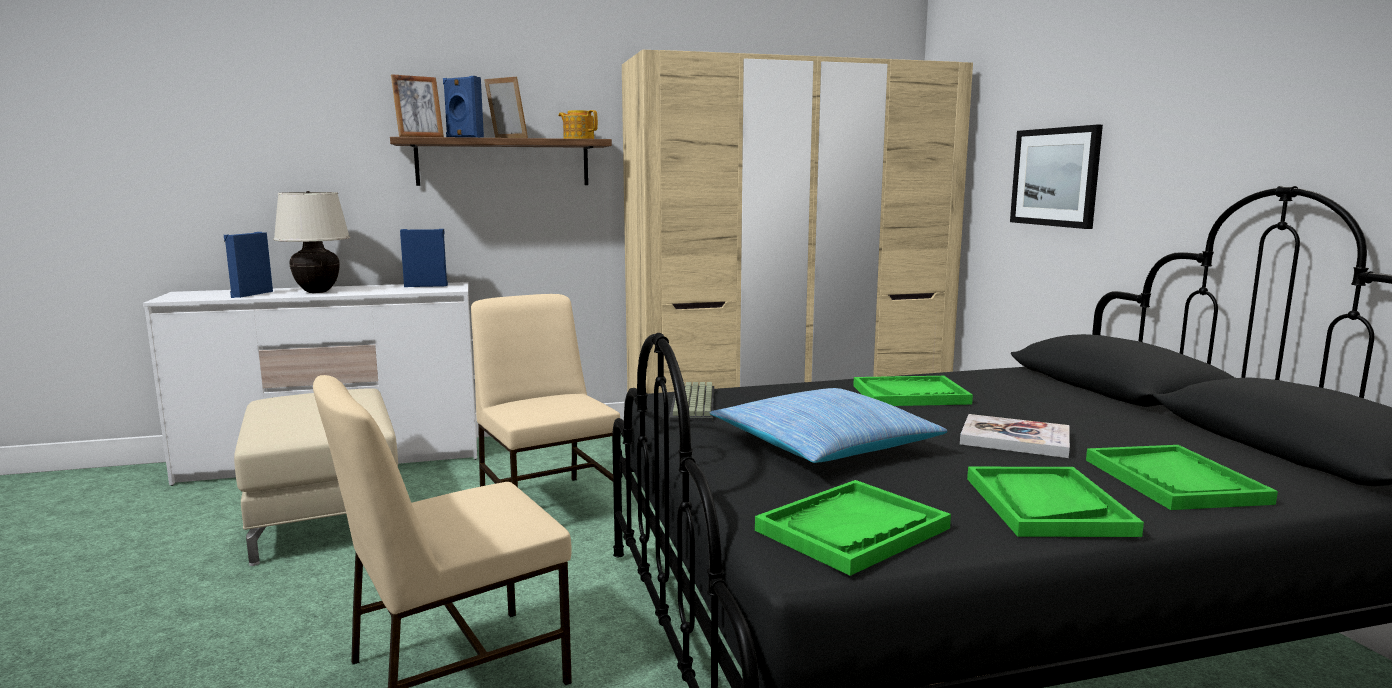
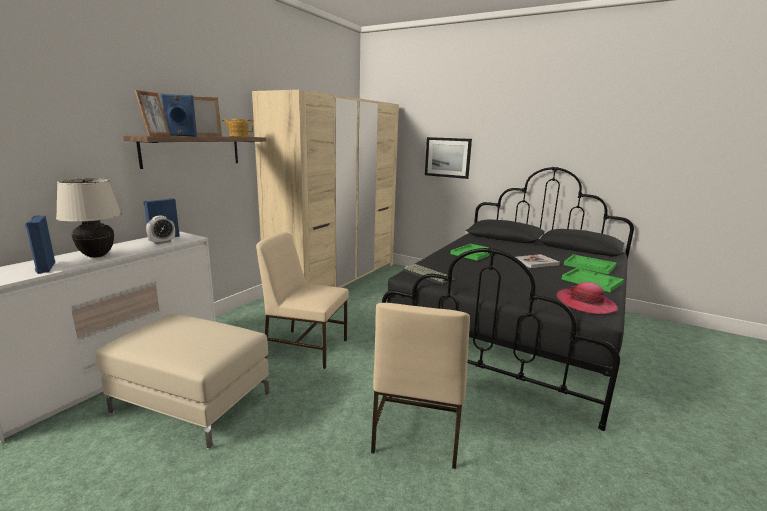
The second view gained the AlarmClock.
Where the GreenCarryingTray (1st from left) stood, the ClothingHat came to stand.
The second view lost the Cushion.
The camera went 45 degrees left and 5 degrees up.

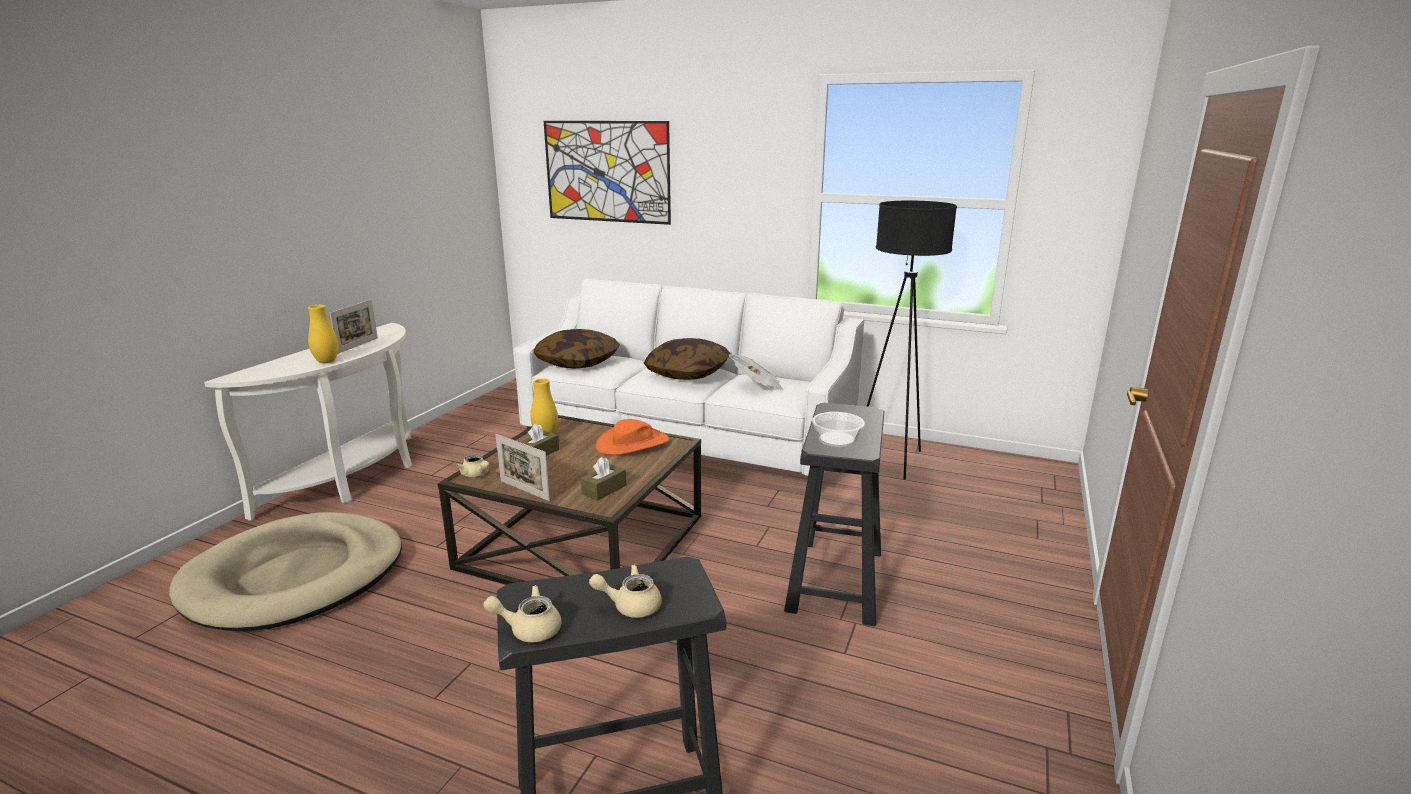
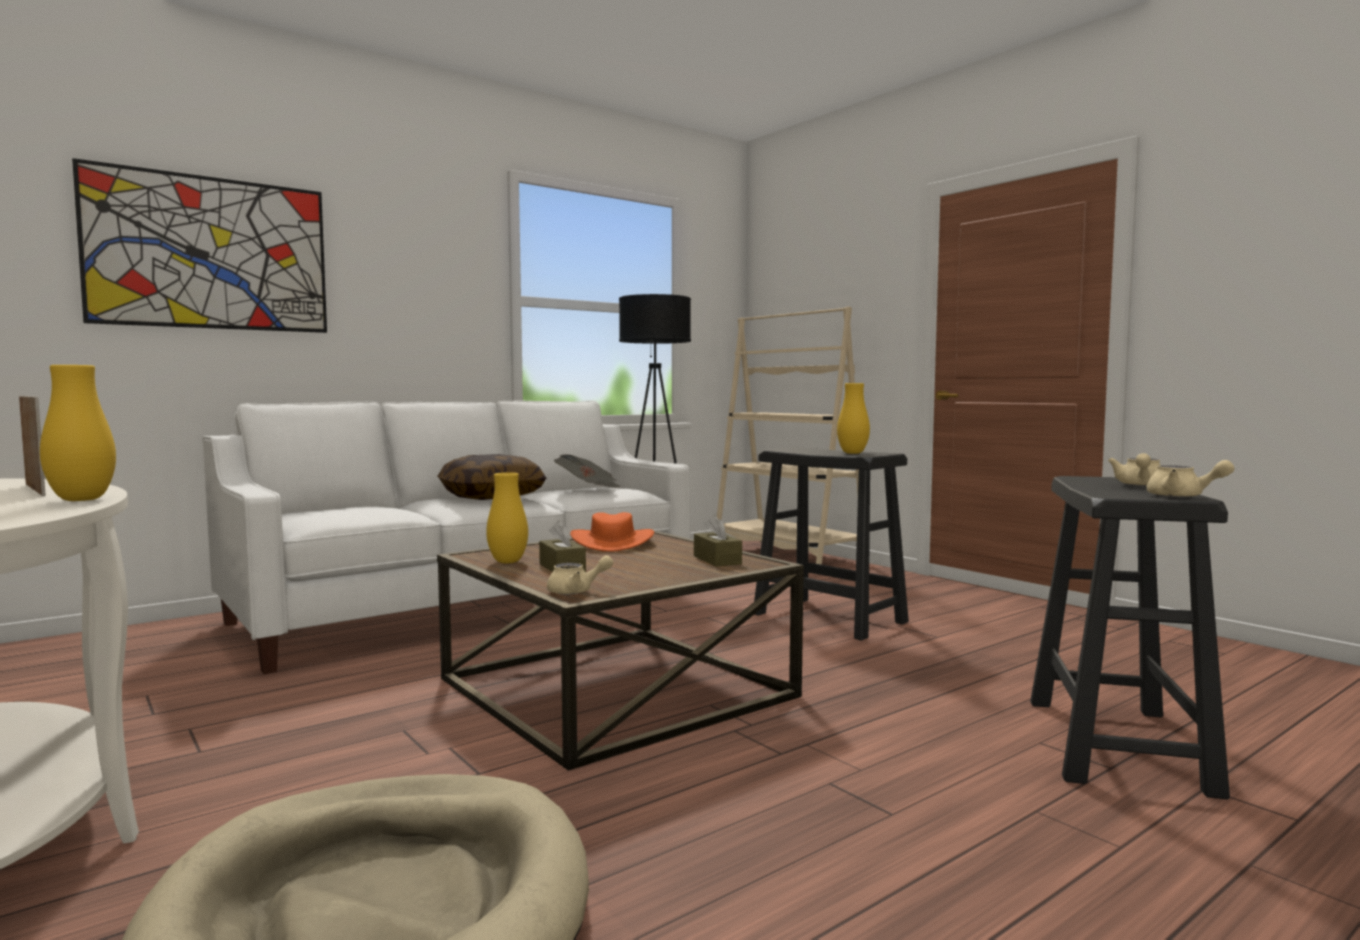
The second view gained the SandColouredShelvingUnit.
Where the ServingBowl stood, the YellowishDecorativeVase (3rd from left) came to stand.
The SandColouredTeapot (2nd from left in the first image) ended up facing another way, 75 degrees counterclockwise from before.
The second view lost the PhotoFrame (2nd from left).
The second view lost the Cushion (1st from left).
The camera went 60 degrees left and 15 degrees down.

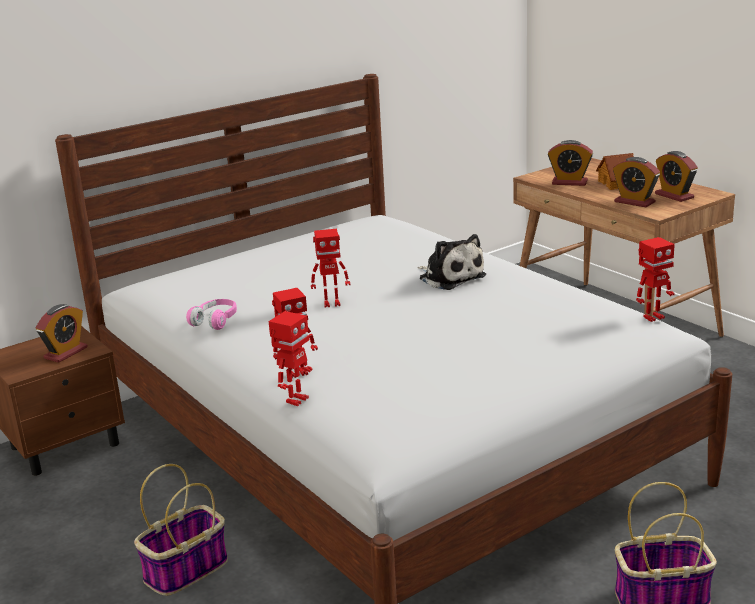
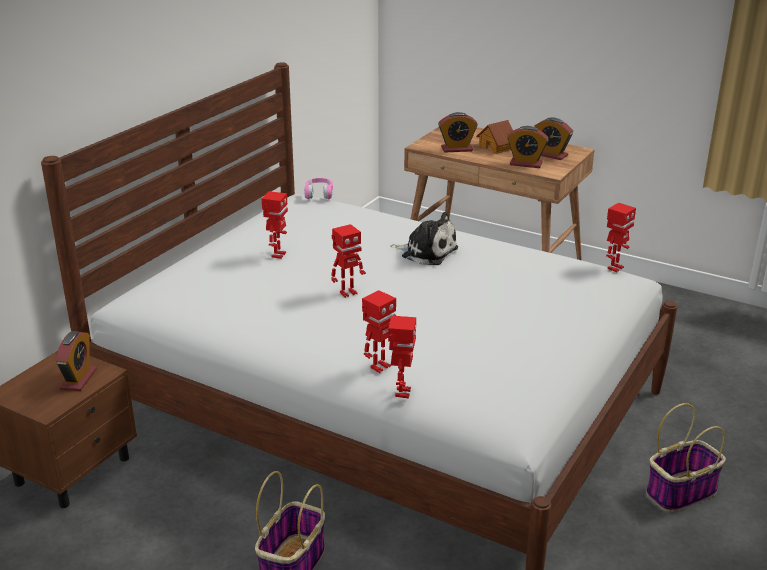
The second view gained the ModelRobot (1st from left).
The PinkishPairOfHeadphones ended up elsewhere.
The camera went 25 degrees left and 5 degrees up.

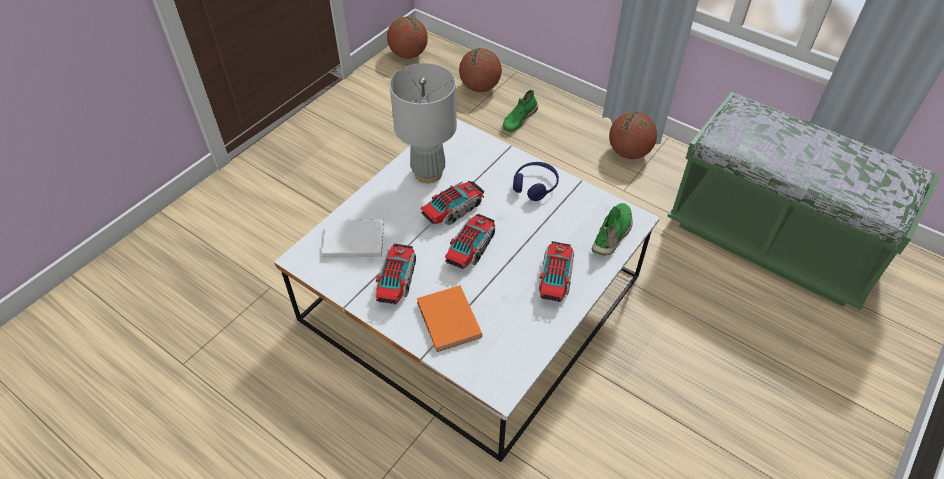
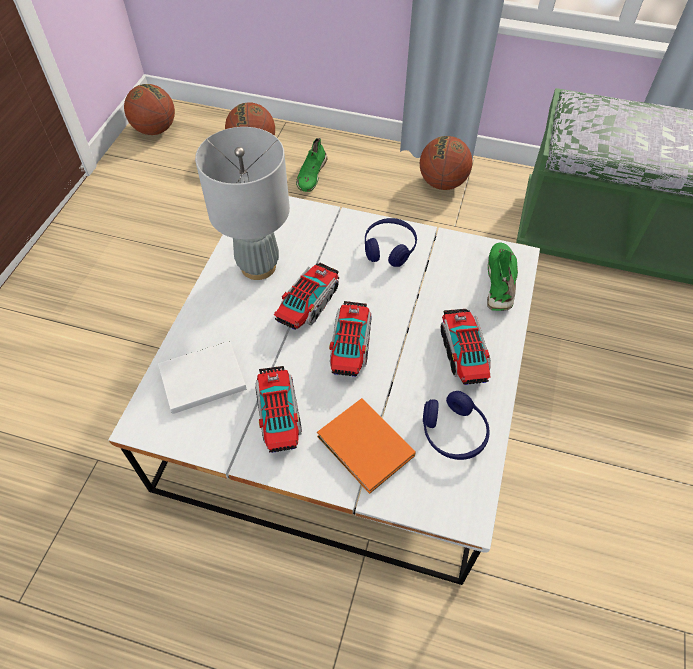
The second view gained the BluishPairOfHeadphones (2nd from left).
The camera went 20 degrees left and 5 degrees up.

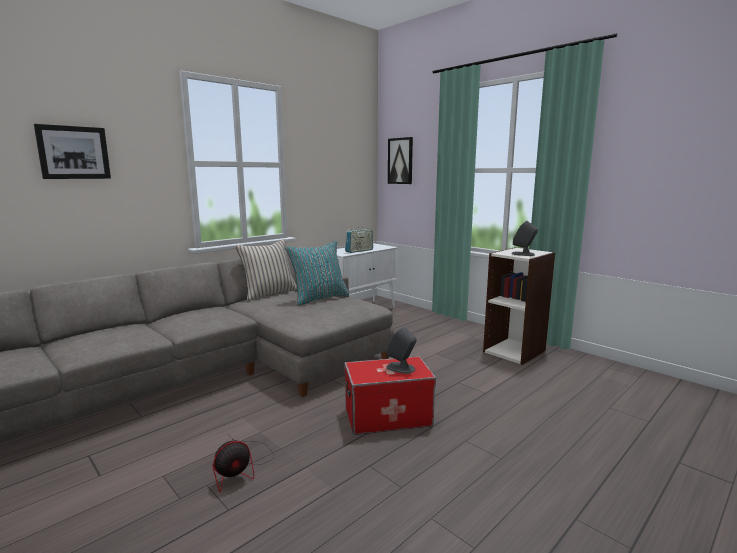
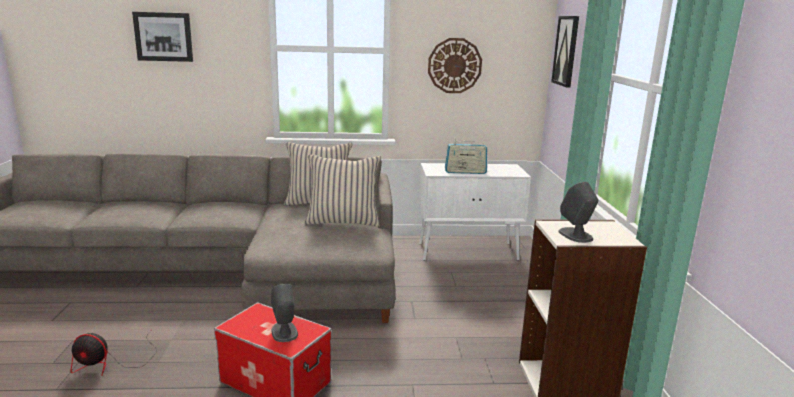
What was the TurquoiseColouredCushion turned into the SandColouredCushion (2nd from left).
The second view gained the HangingClock.
The camera went 40 degrees right and 5 degrees up.

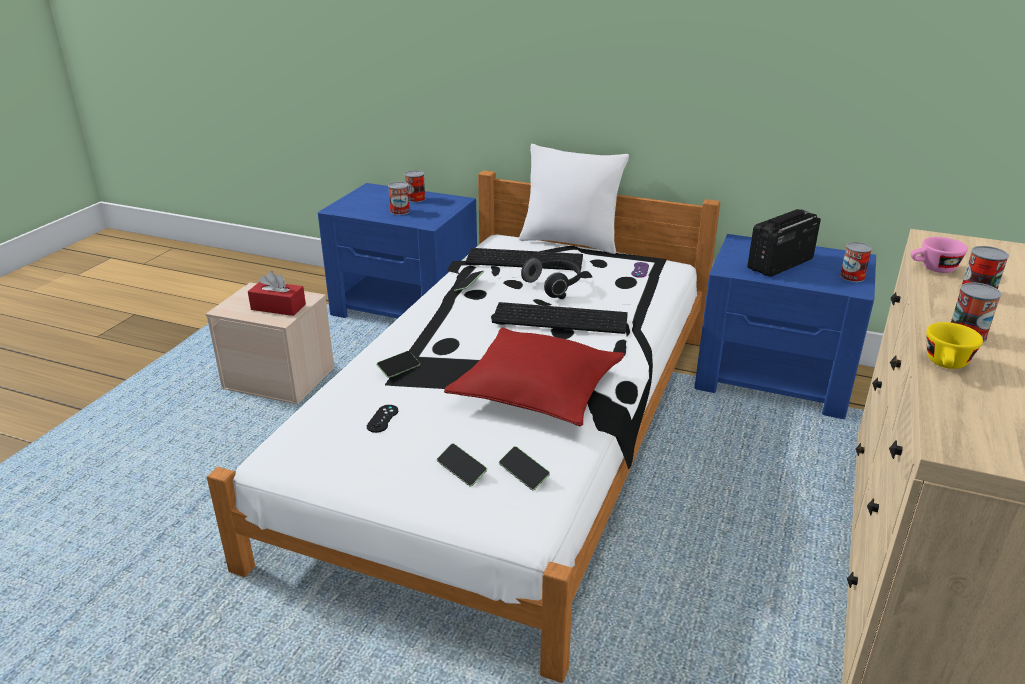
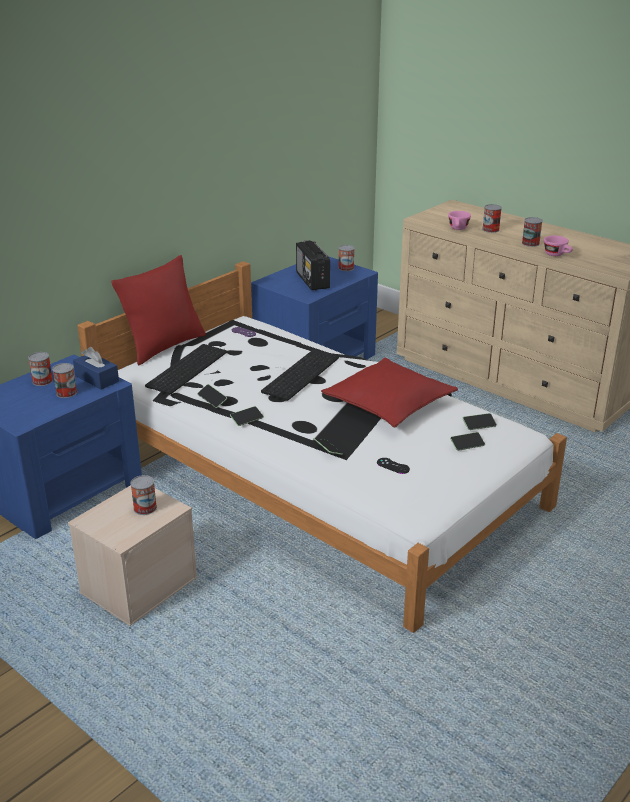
The second view gained the BluishTissueHolder.
What was the WhiteCushion turned into the RedColouredCushion (1st from left).
Where the RedColouredTissueHolder stood, the Can (3rd from left) came to stand.
The second view gained the Telephone (2nd from left).
What was the YellowishCup turned into the PinkishCup (2nd from left).
The second view lost the PairOfHeadphones.
The camera went 70 degrees left and 0 degrees up.

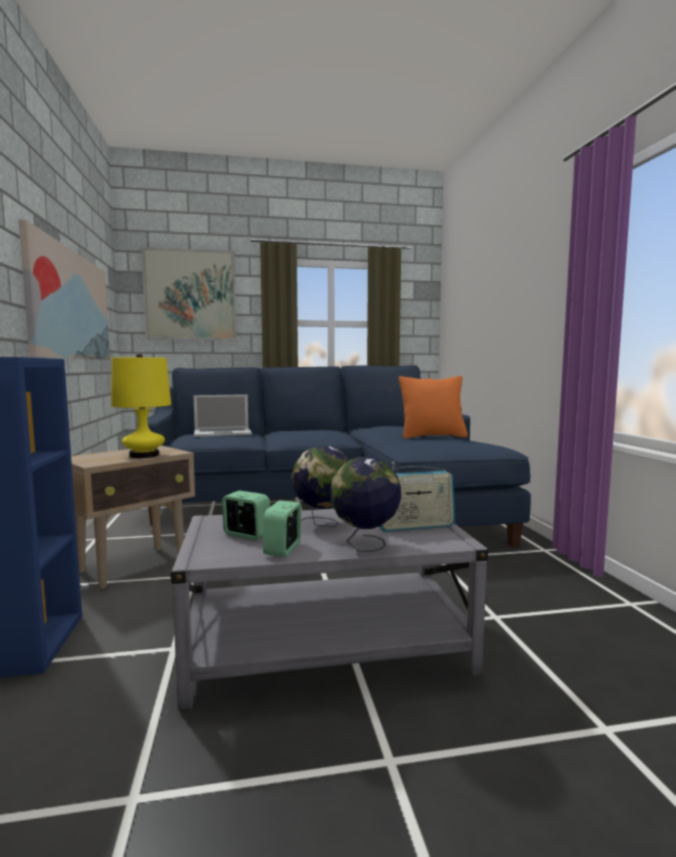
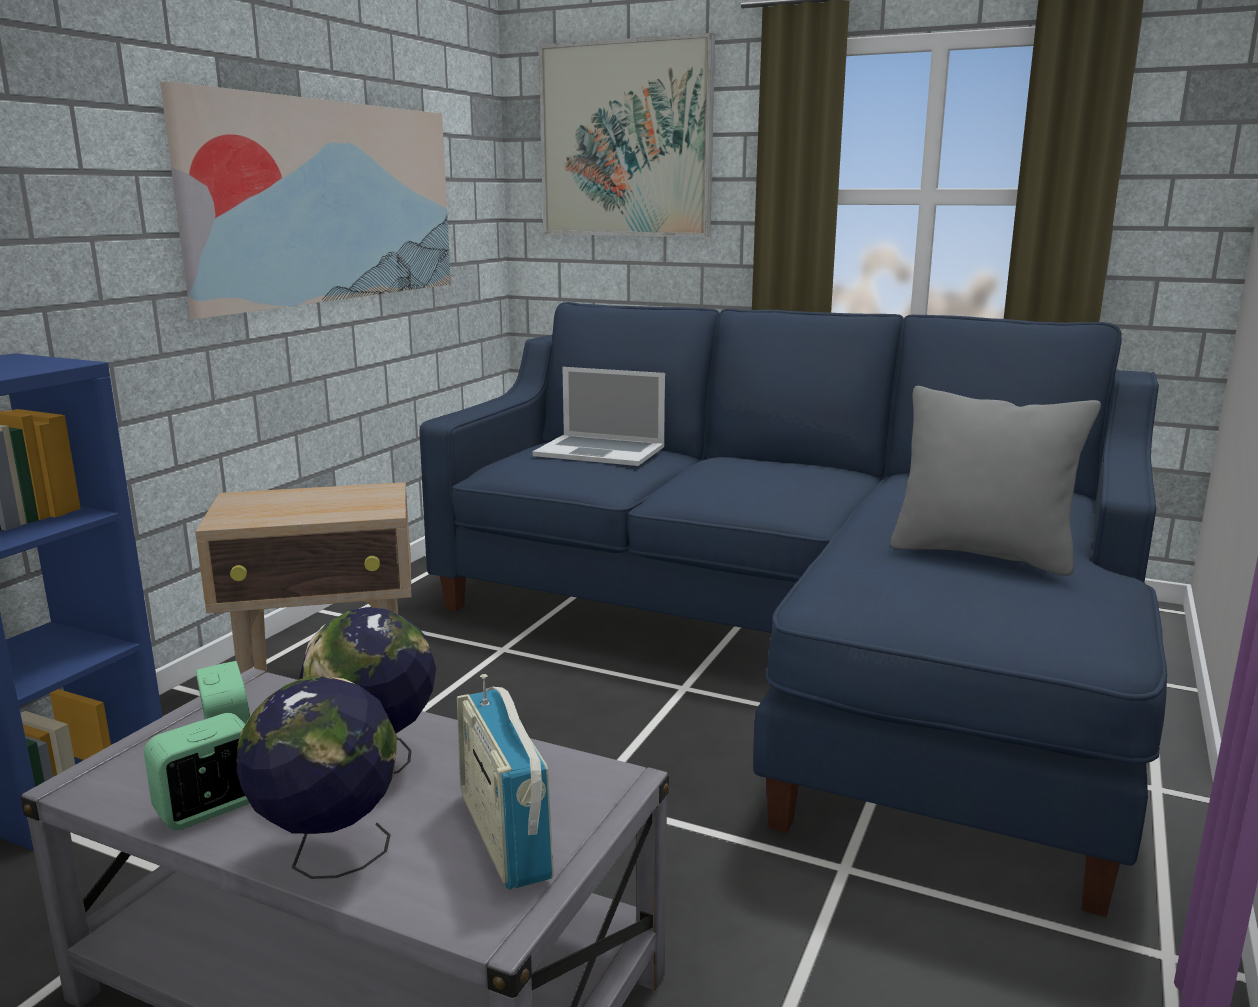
The RadioReceiver ended up facing another way, 45 degrees clockwise from before.
What was the OrangeyCushion turned into the GreyishCushion.
The second view lost the YellowishLampForATable.
The camera went 35 degrees right and 10 degrees up.

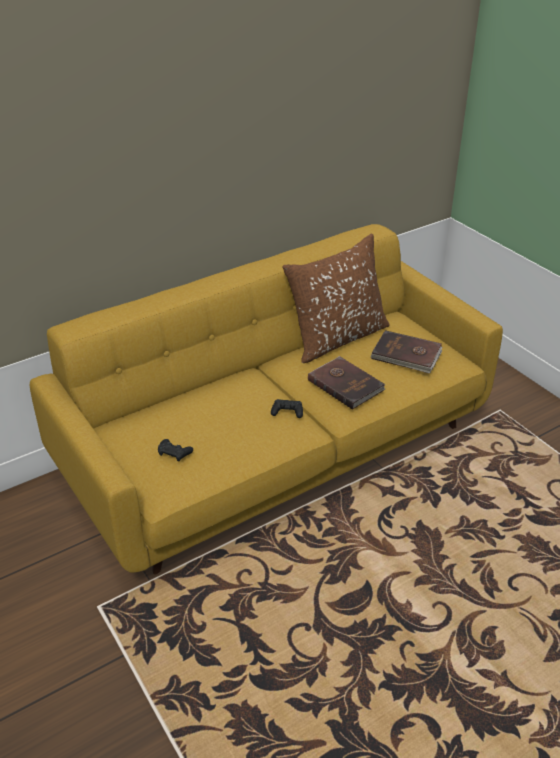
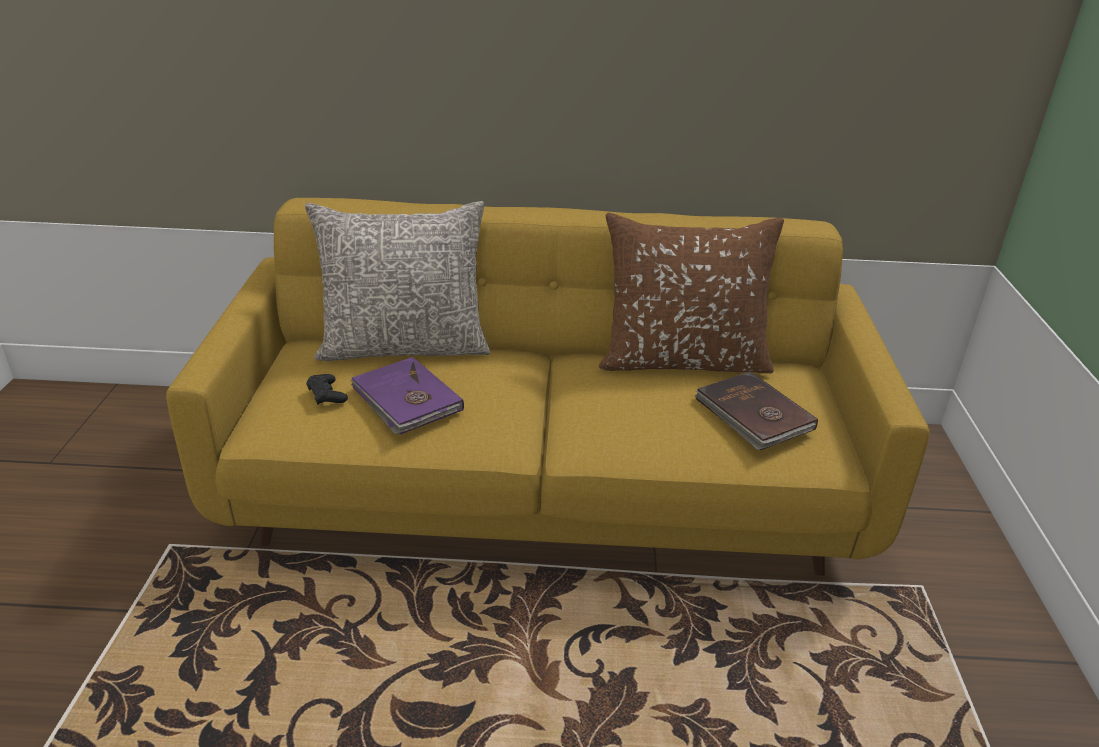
The second view gained the GreyishCushion.
The second view gained the PurpleColouredBoundBook.
The second view lost the BlackishJoypad (2nd from left).
The second view lost the BrownColouredBoundBook (1st from left).
The camera went 35 degrees right and 5 degrees down.

